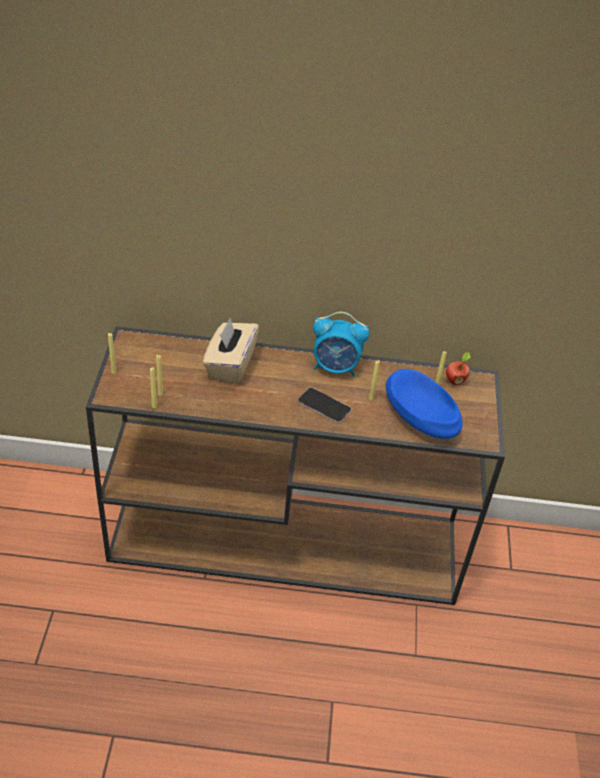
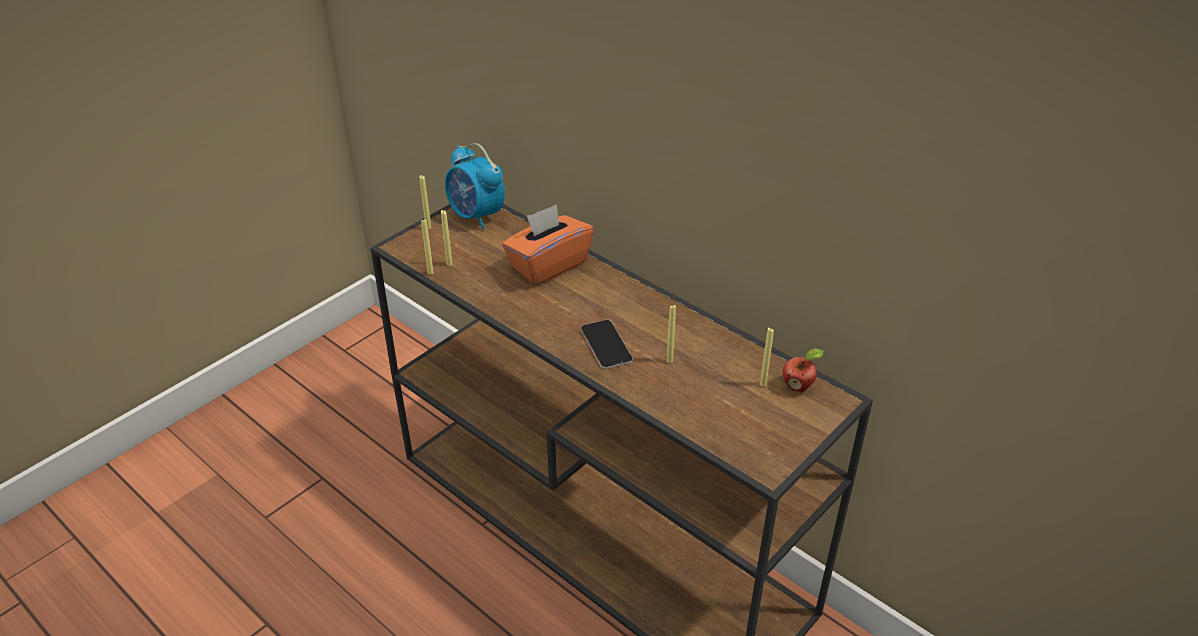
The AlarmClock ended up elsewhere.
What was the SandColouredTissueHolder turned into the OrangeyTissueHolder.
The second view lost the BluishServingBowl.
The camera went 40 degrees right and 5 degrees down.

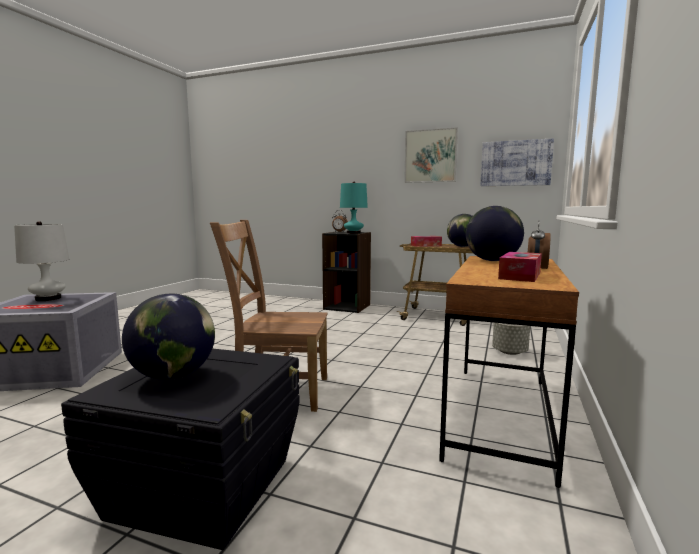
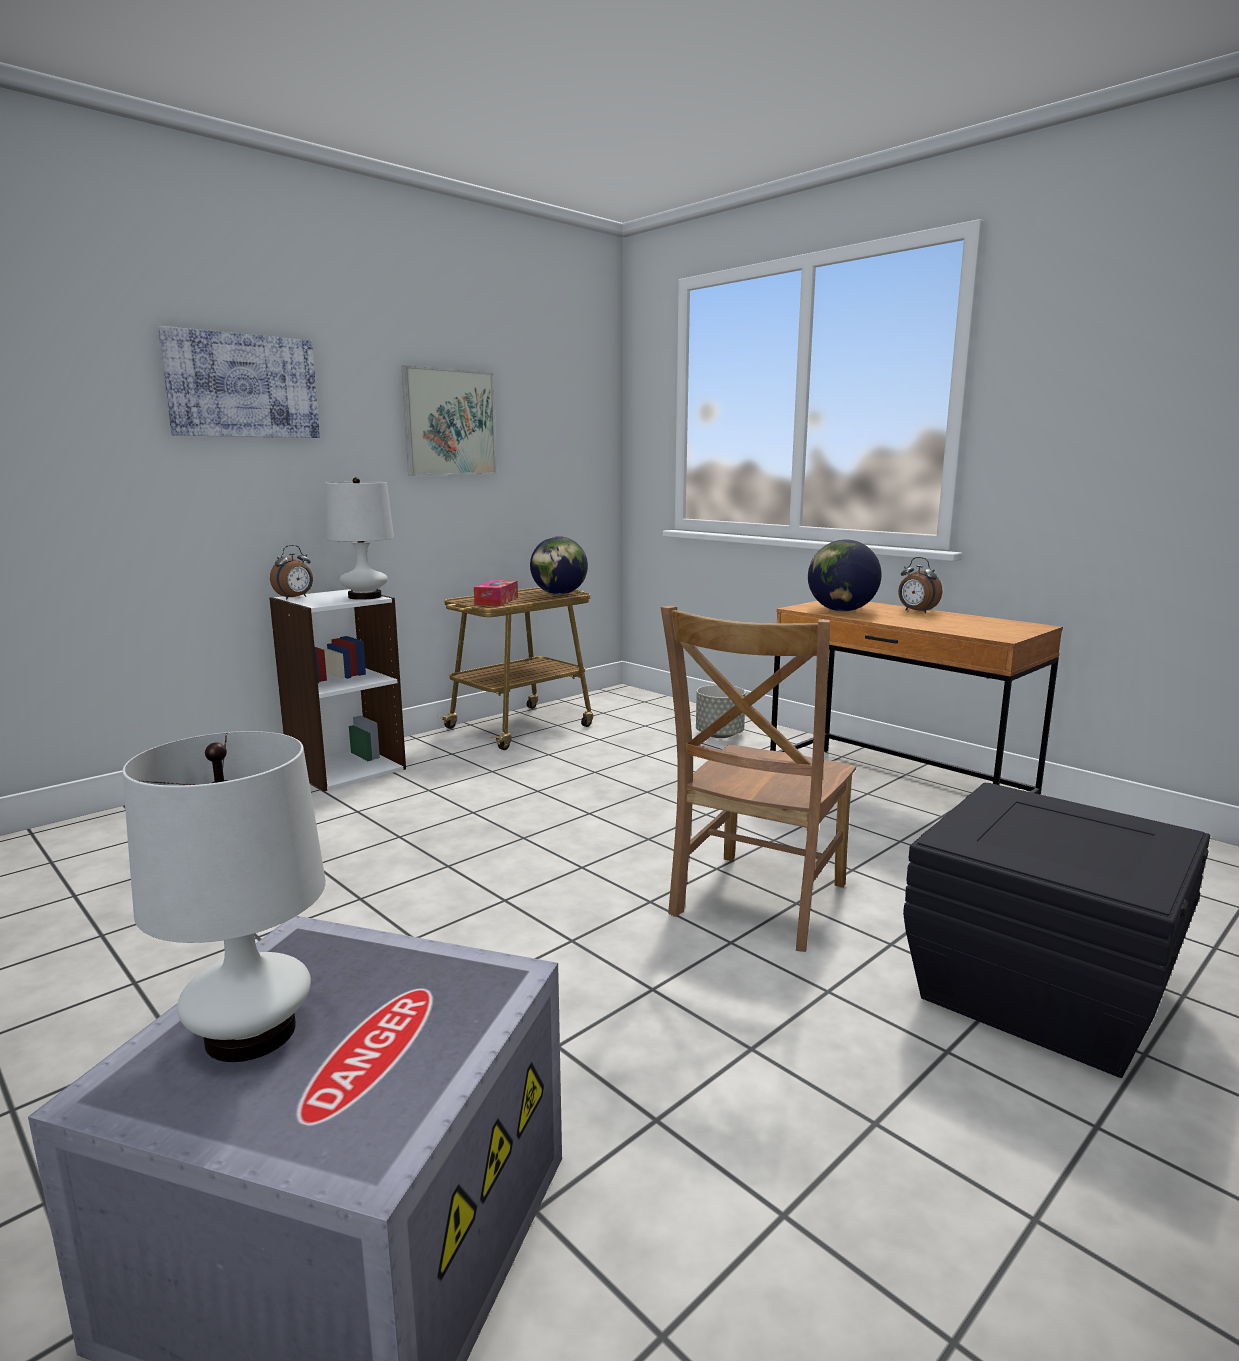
The WallArt (2nd from left in the first image) ended up elsewhere.
What was the BlackishShelvingUnit turned into the WhiteShelvingUnit.
What was the TurquoiseColouredLampForATable turned into the WhiteLampForATable (2nd from left).
The second view lost the WorldGlobe (1st from left).
The second view lost the TissueHolder (2nd from left).
The camera went 65 degrees left and 5 degrees up.

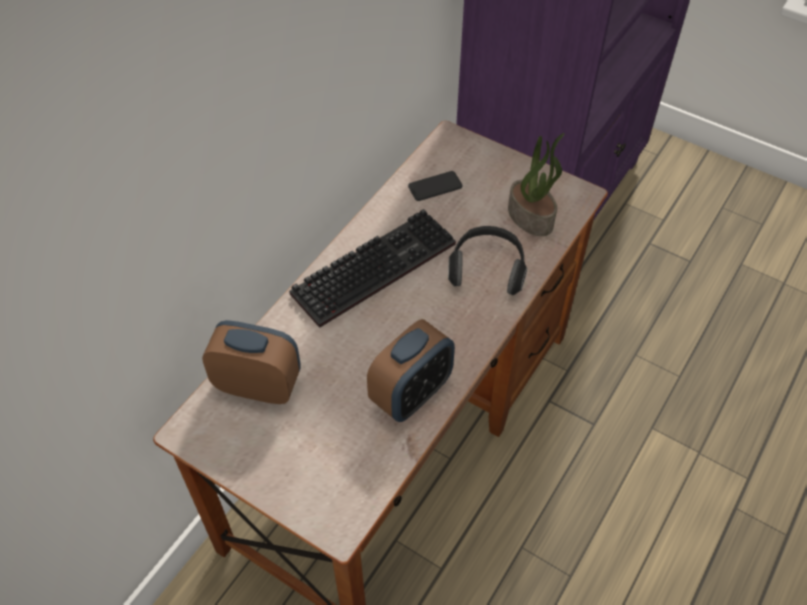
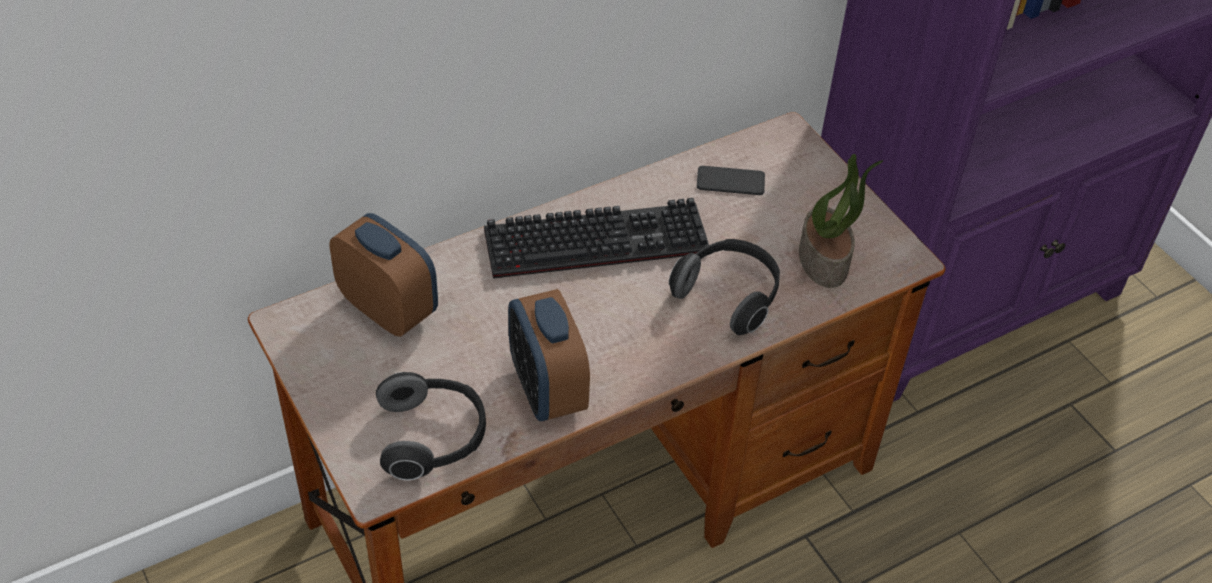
The second view gained the PairOfHeadphones (1st from left).
The AlarmClock (2nd from left) ended up facing another way, 90 degrees clockwise from before.
The camera went 25 degrees right and 5 degrees down.

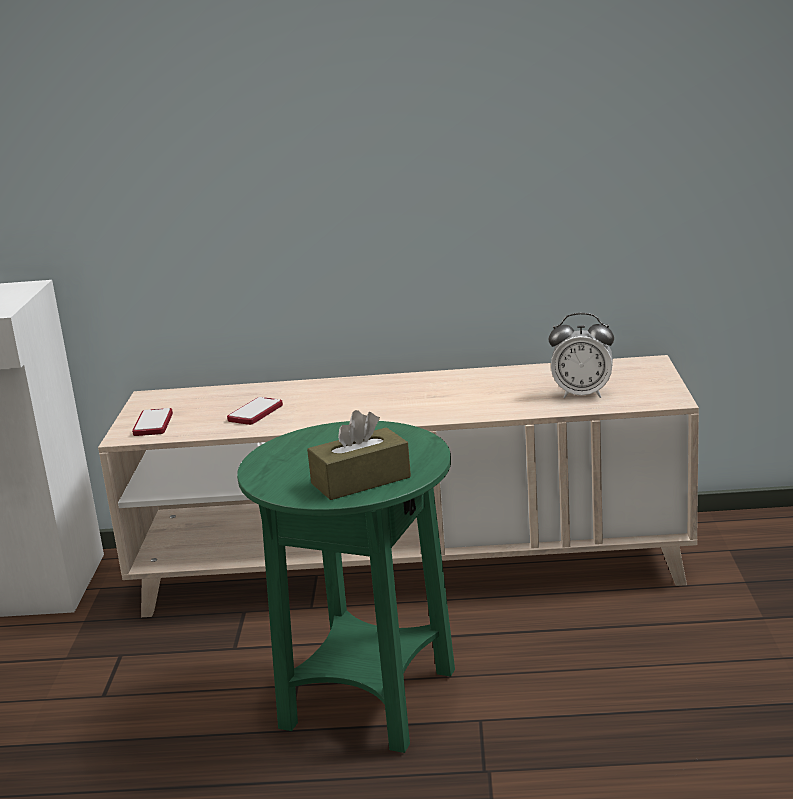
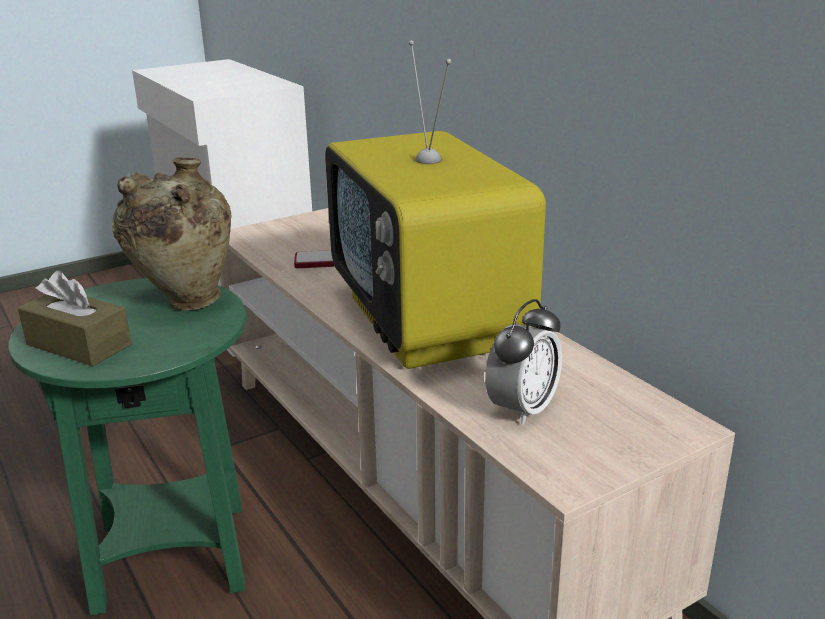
The second view gained the SandColouredDecorativeVase.
The second view gained the TvSet.
The AlarmClock ended up facing another way, 120 degrees counterclockwise from before.
The second view lost the Telephone (1st from left).
The camera went 55 degrees right and 5 degrees up.

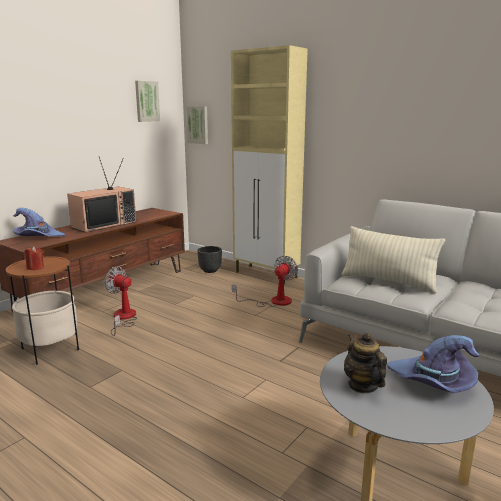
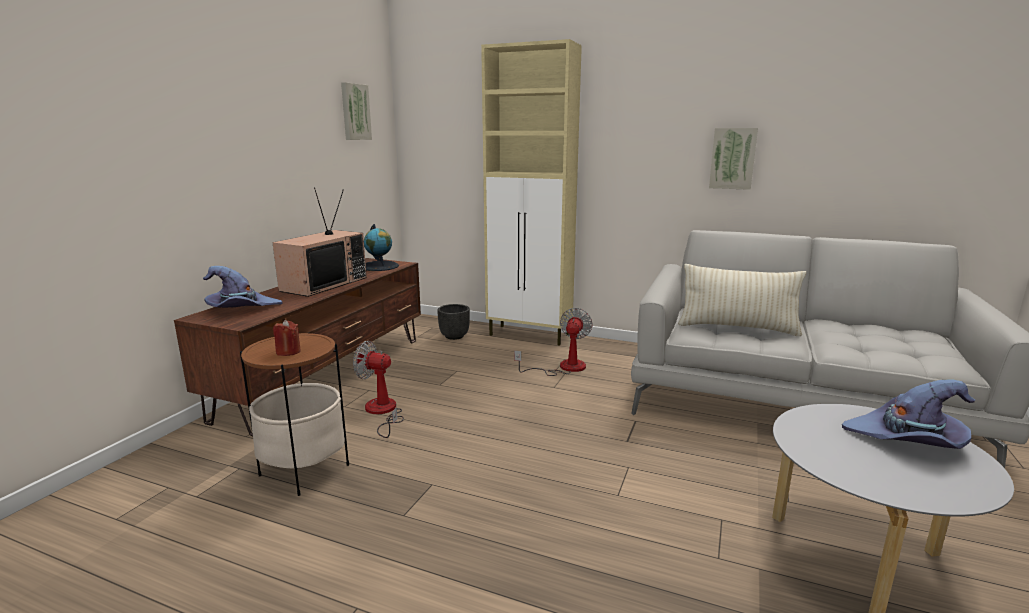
The second view gained the WorldGlobe.
The WallArt (2nd from left) ended up elsewhere.
The second view lost the Teapot.
The camera went 15 degrees left and 0 degrees up.

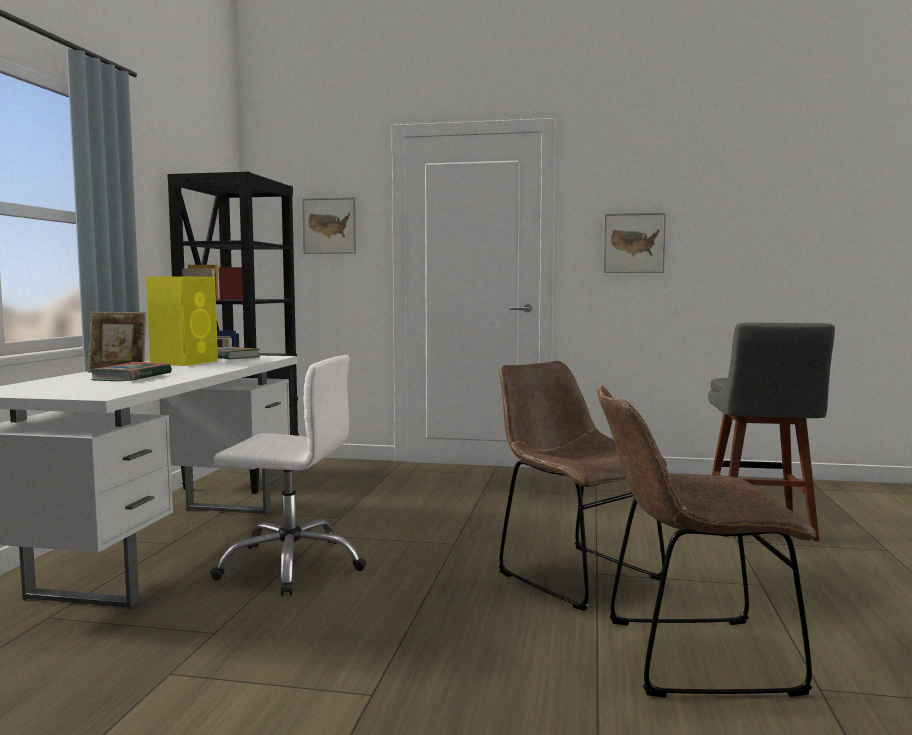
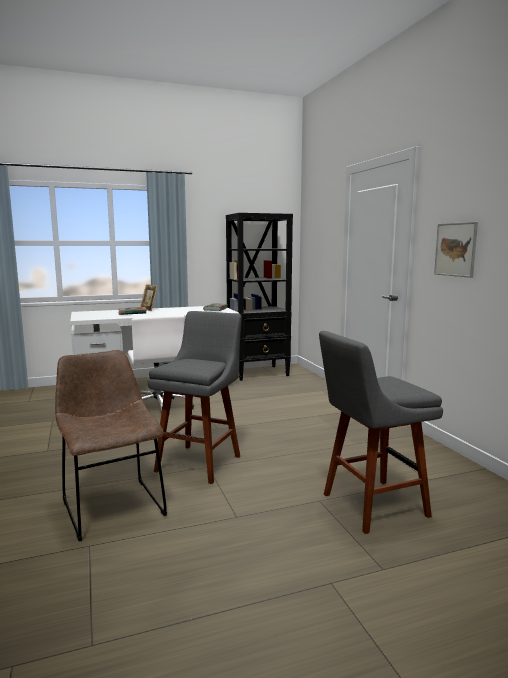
Where the BrownColouredChair (1st from left) stood, the GreyishStool (1st from left) came to stand.
The second view lost the YellowishLoudspeaker.
The second view lost the WallArt (1st from left).
The camera went 60 degrees right and 5 degrees up.

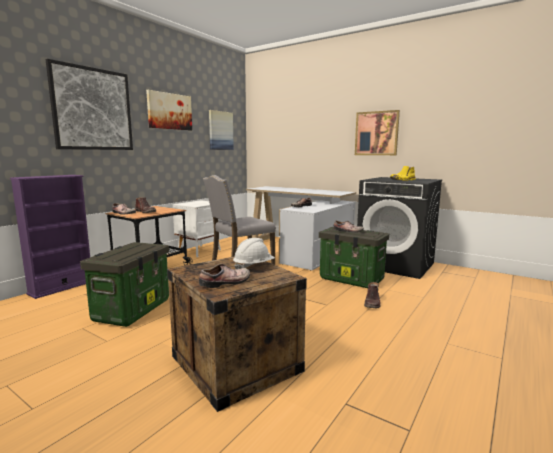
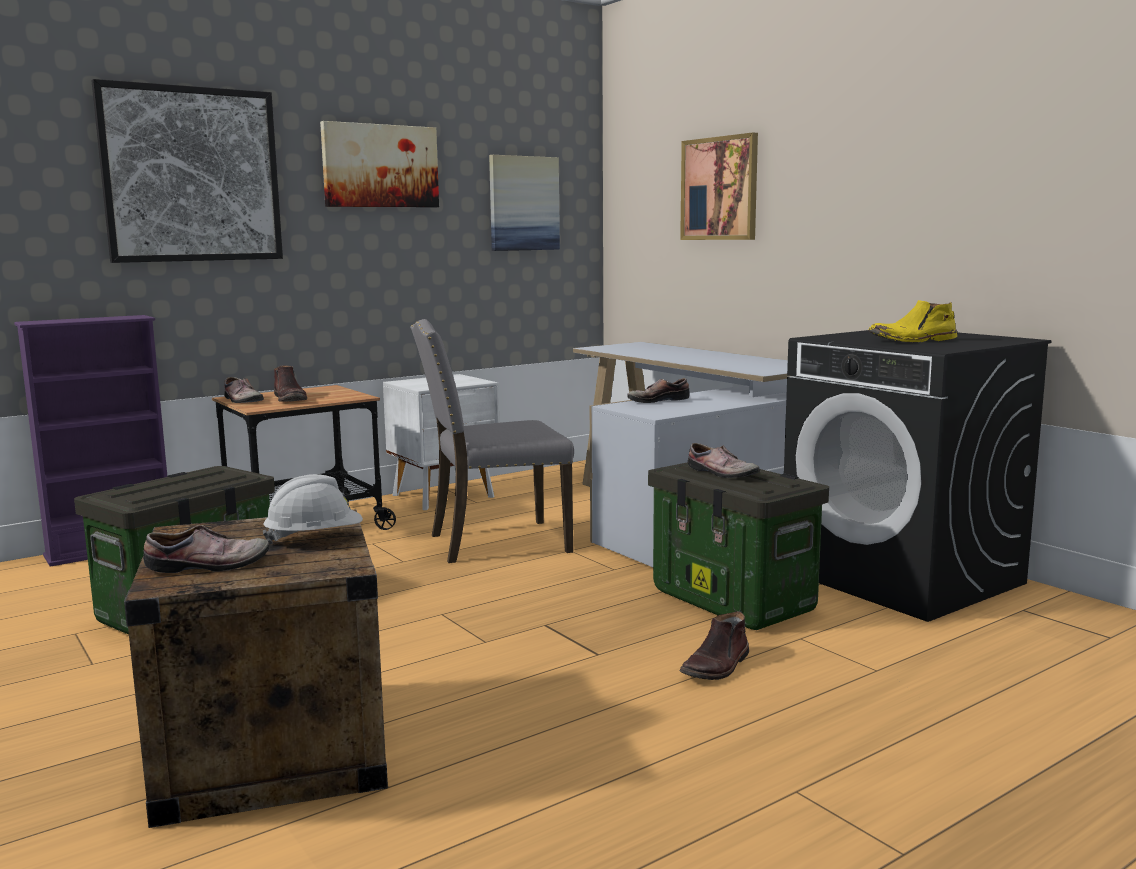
The WallArt (4th from left) ended up elsewhere.
The camera went 20 degrees right and 0 degrees up.

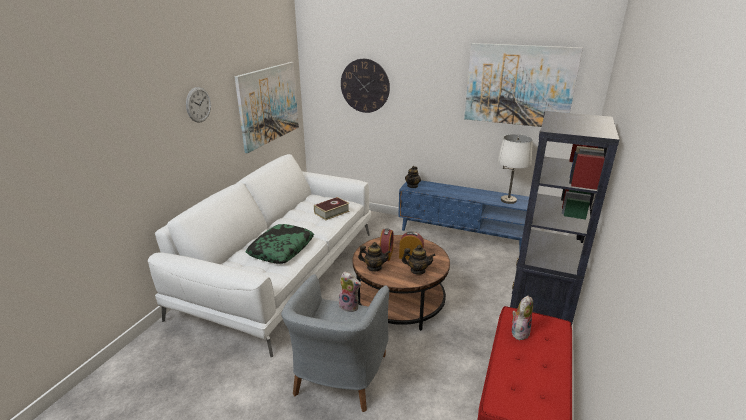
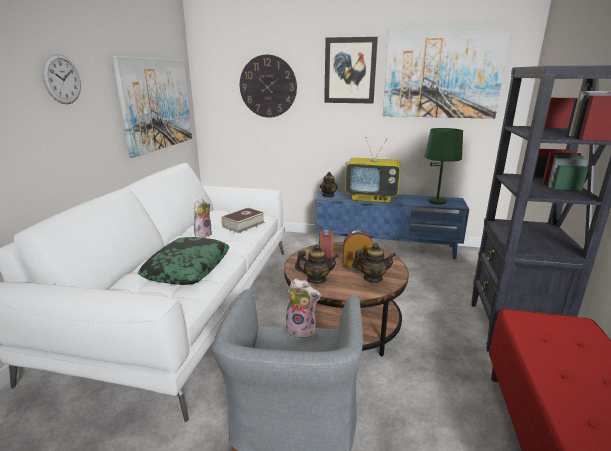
The PlushToy (2nd from left in the first image) ended up elsewhere.
The second view gained the WallArt (2nd from left).
The second view gained the TvSet.
What was the WhiteLampForATable turned into the GreenLampForATable.
The camera went 10 degrees left and 5 degrees down.

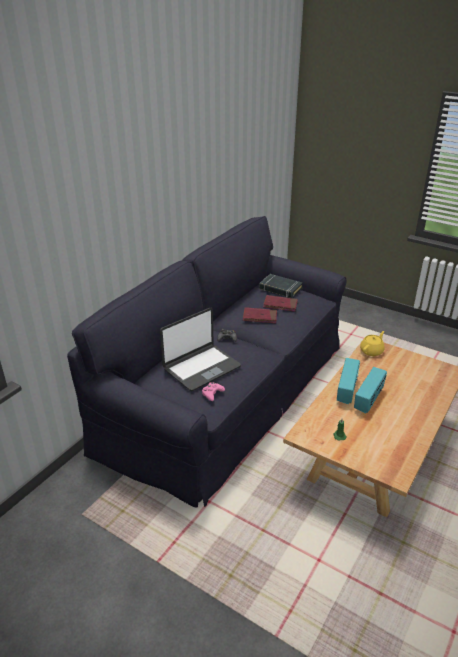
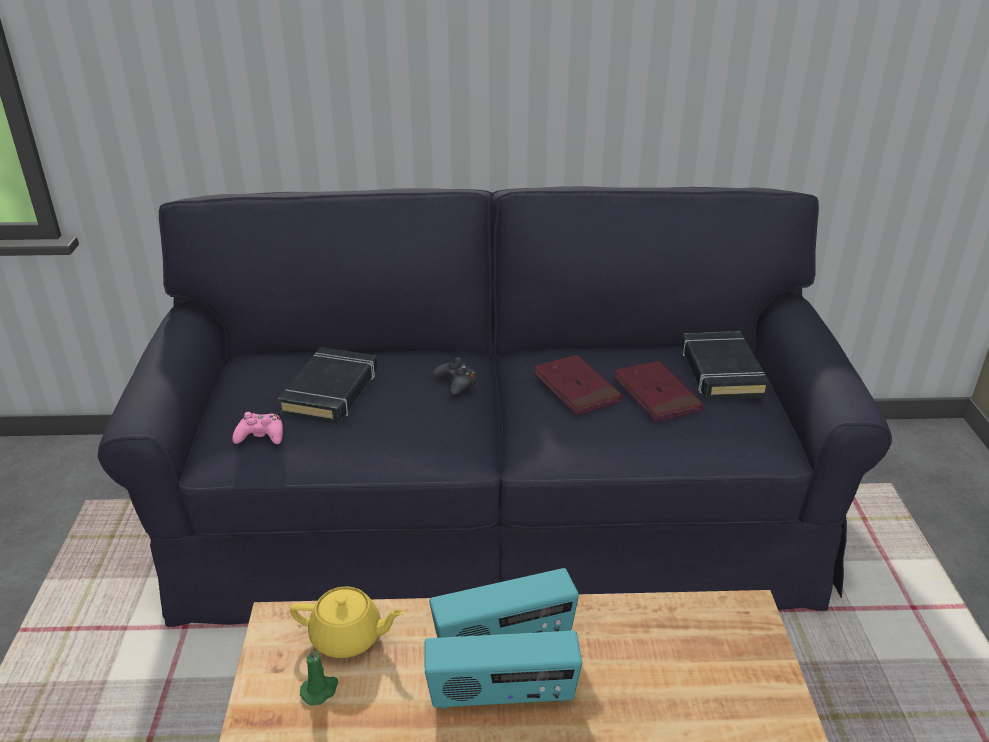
Where the PortableComputer stood, the BlackishBoundBook (1st from left) came to stand.
The YellowishTeapot ended up elsewhere.
The camera went 55 degrees right and 0 degrees up.

